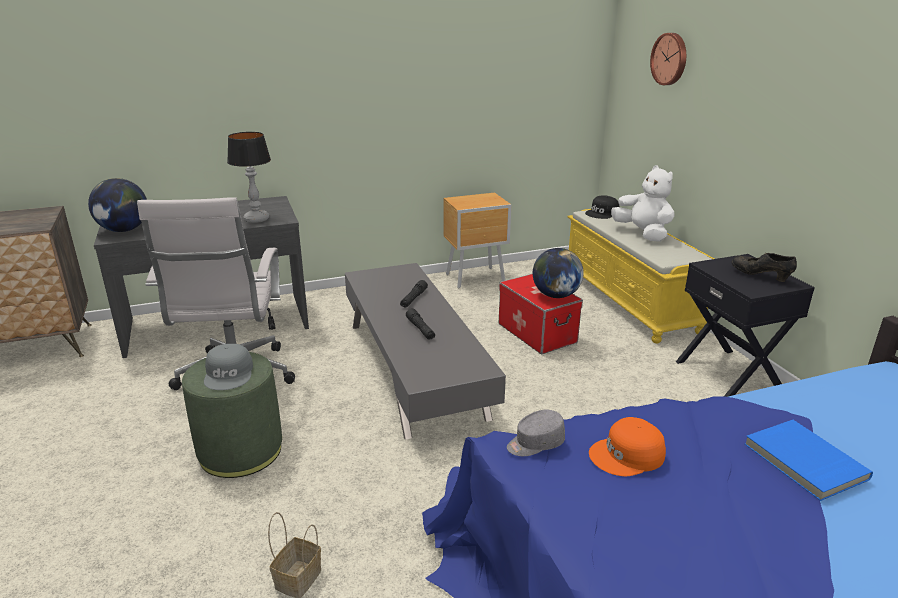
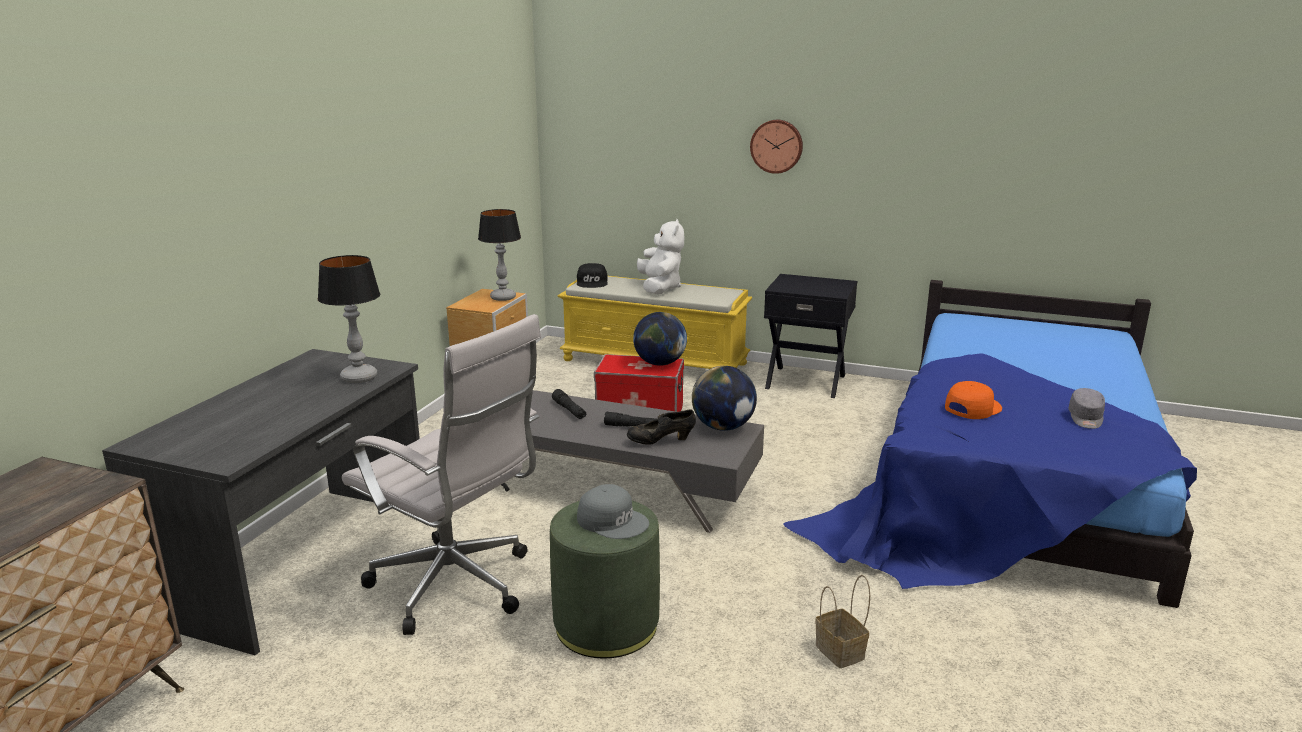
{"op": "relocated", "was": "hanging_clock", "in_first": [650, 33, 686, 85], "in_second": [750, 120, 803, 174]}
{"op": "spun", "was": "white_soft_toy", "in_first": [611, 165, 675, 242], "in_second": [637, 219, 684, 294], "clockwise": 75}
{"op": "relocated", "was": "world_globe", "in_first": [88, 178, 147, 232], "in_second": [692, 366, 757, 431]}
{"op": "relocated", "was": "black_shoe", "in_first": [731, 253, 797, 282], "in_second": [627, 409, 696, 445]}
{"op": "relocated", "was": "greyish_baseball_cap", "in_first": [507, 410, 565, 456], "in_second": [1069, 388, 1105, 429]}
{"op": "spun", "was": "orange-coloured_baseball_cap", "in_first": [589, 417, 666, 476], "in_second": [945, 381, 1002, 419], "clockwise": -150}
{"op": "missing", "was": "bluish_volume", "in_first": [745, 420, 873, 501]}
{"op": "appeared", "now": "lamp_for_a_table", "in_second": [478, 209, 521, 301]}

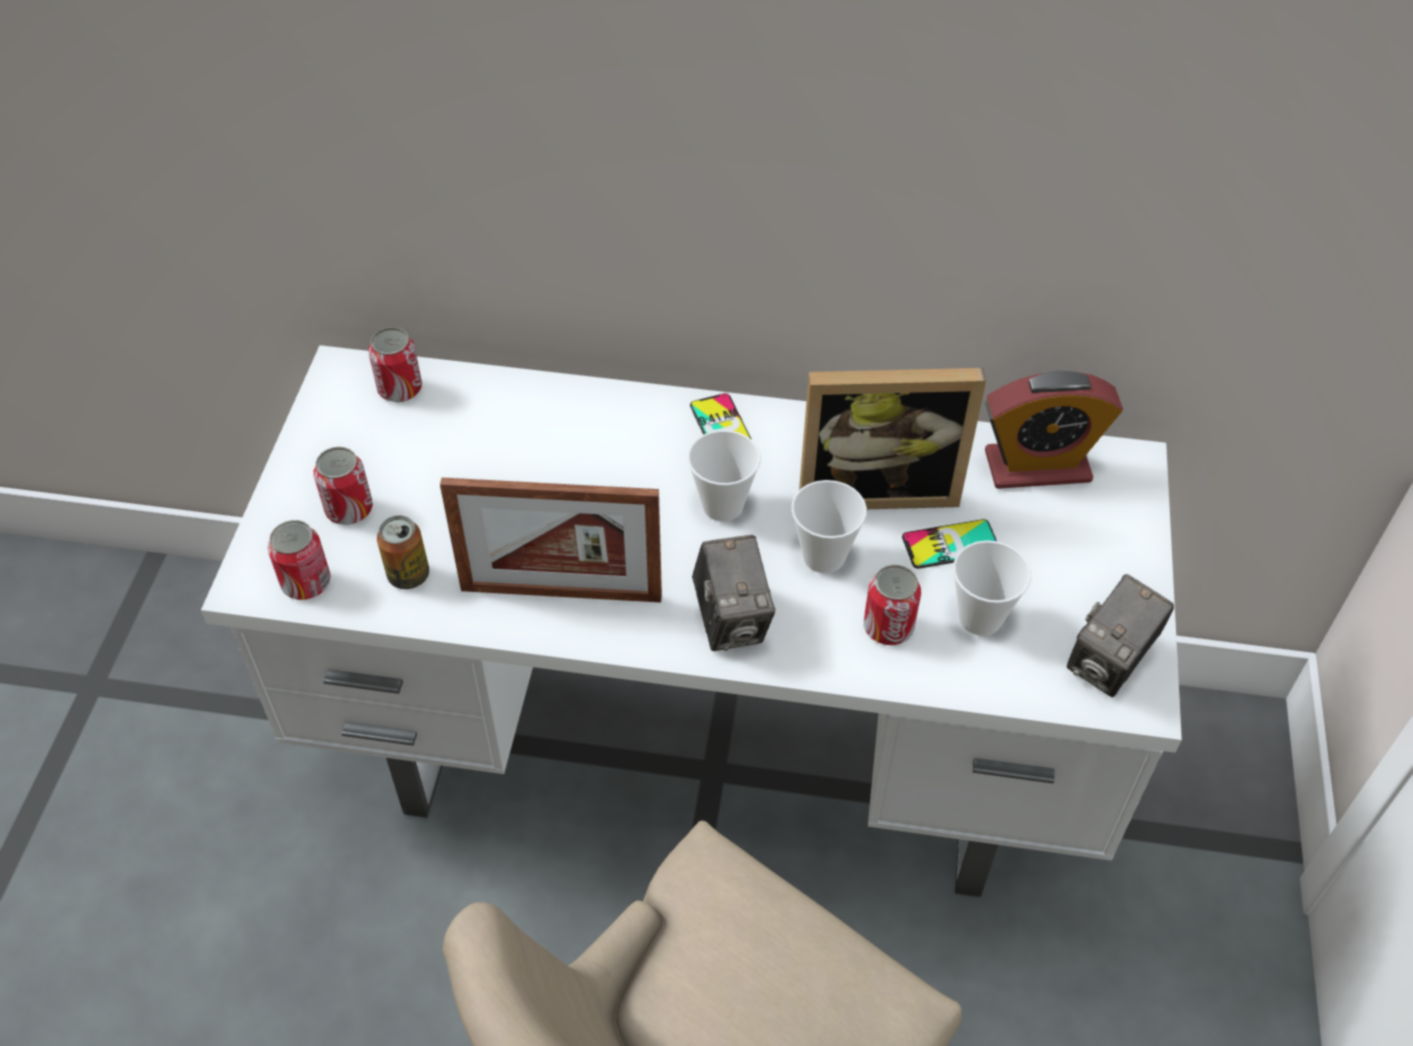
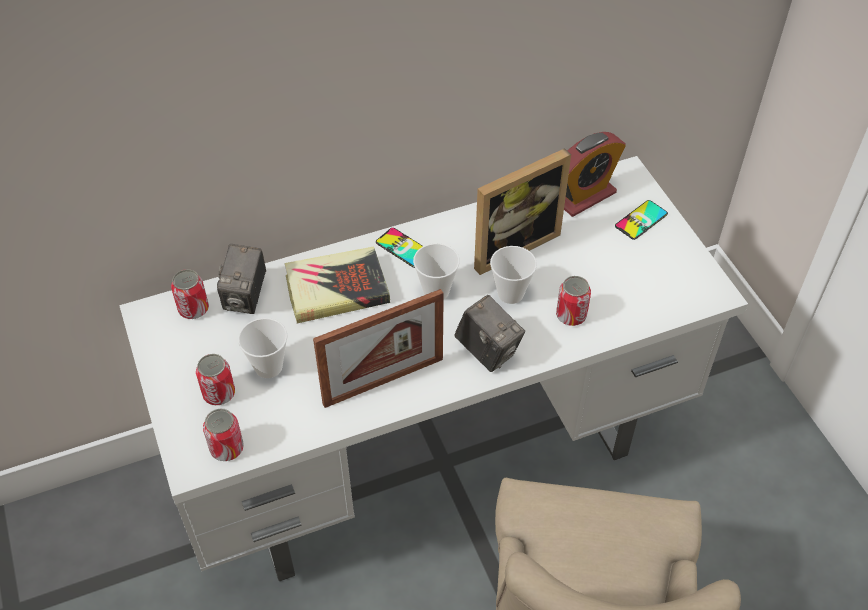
{"op": "missing", "was": "metal_can", "in_first": [377, 516, 429, 589]}
{"op": "relocated", "was": "phone", "in_first": [902, 519, 997, 569], "in_second": [615, 200, 668, 240]}
{"op": "relocated", "was": "cup", "in_first": [953, 540, 1031, 636], "in_second": [238, 318, 288, 378]}
{"op": "relocated", "was": "still_camera", "in_first": [1067, 574, 1174, 697], "in_second": [217, 244, 266, 314]}
{"op": "appeared", "now": "volume", "in_second": [284, 247, 390, 323]}

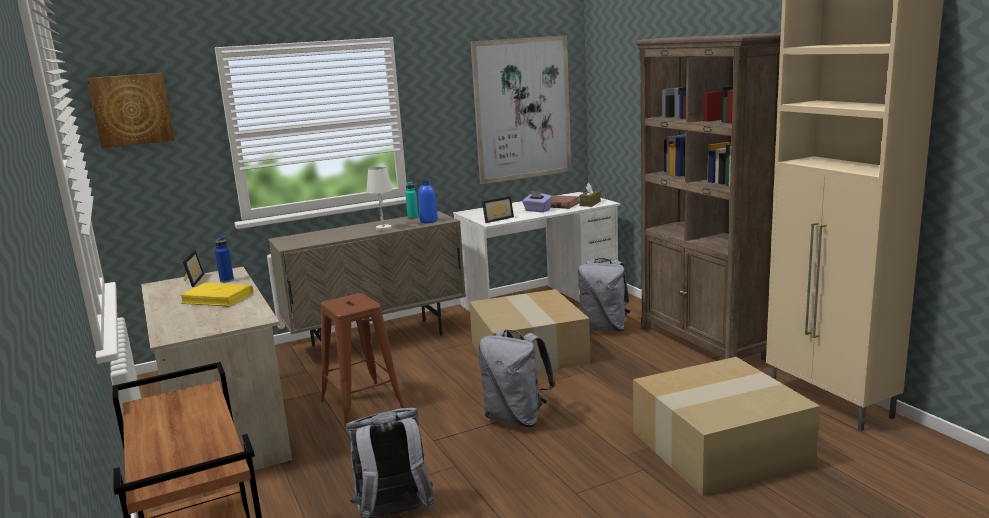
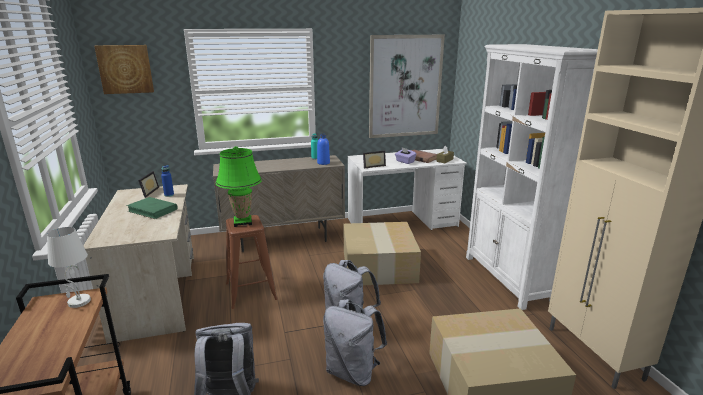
{"op": "colour", "was": "brownish_shelving_unit", "now": "white_shelving_unit", "in_first": [635, 33, 781, 361], "in_second": [466, 44, 598, 310]}
{"op": "relocated", "was": "white_lamp_for_a_table", "in_first": [367, 167, 393, 231], "in_second": [47, 227, 91, 308]}
{"op": "relocated", "was": "greyish_backpack", "in_first": [578, 258, 630, 332], "in_second": [323, 299, 387, 386]}
{"op": "colour", "was": "yellow-coloured_volume", "now": "greenish_volume", "in_first": [179, 283, 253, 307], "in_second": [127, 197, 178, 219]}
{"op": "appeared", "now": "greenish_lamp_for_a_table", "in_second": [216, 146, 262, 227]}

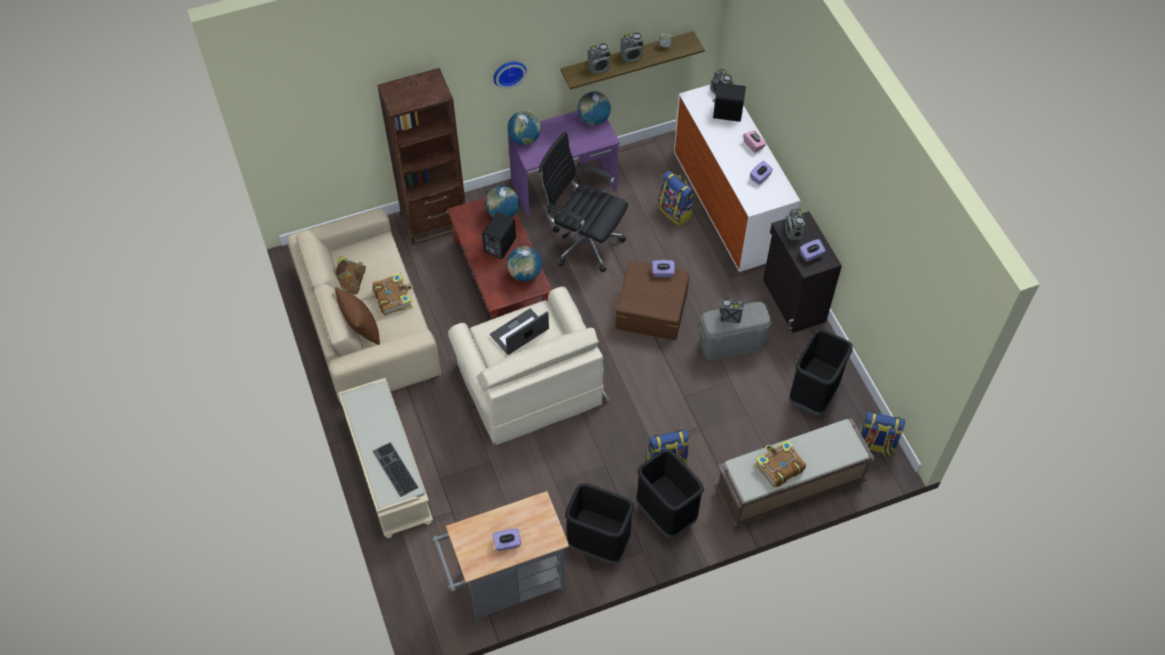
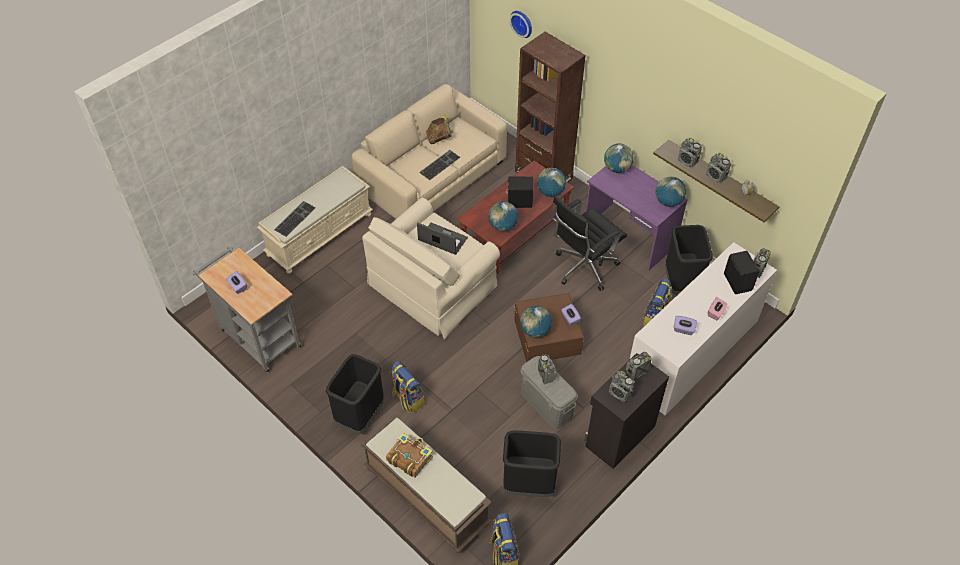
{"op": "relocated", "was": "hanging_clock", "in_first": [493, 61, 527, 89], "in_second": [509, 11, 532, 38]}
{"op": "spun", "was": "black_computer_chair", "in_first": [539, 132, 628, 273], "in_second": [553, 195, 627, 291], "clockwise": -135}
{"op": "exchanged", "was": "purple-coloured_tissue_holder", "now": "radio_set", "in_first": [800, 239, 826, 262], "in_second": [609, 371, 635, 402]}
{"op": "exchanged", "was": "volume", "now": "keyboard", "in_first": [372, 273, 413, 315], "in_second": [419, 150, 460, 180]}
{"op": "missing", "was": "brownish_cushion", "in_first": [335, 287, 380, 345]}
{"op": "relocated", "was": "black_waste_bin", "in_first": [565, 483, 634, 564], "in_second": [665, 225, 713, 295]}
{"op": "appeared", "now": "world_globe", "in_second": [520, 306, 552, 338]}

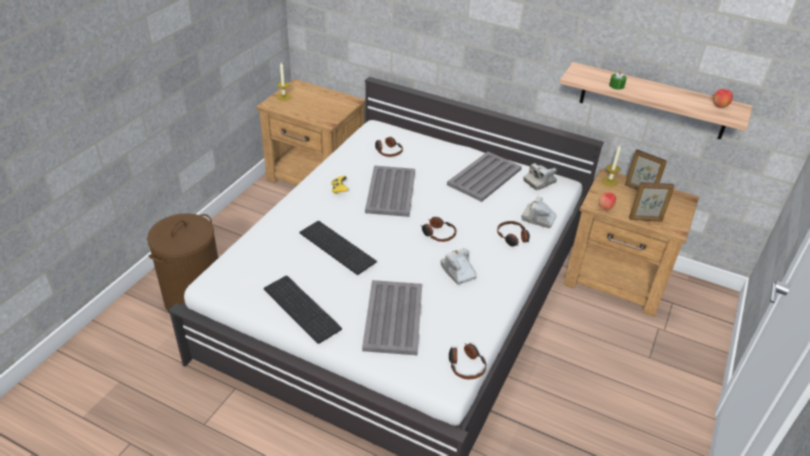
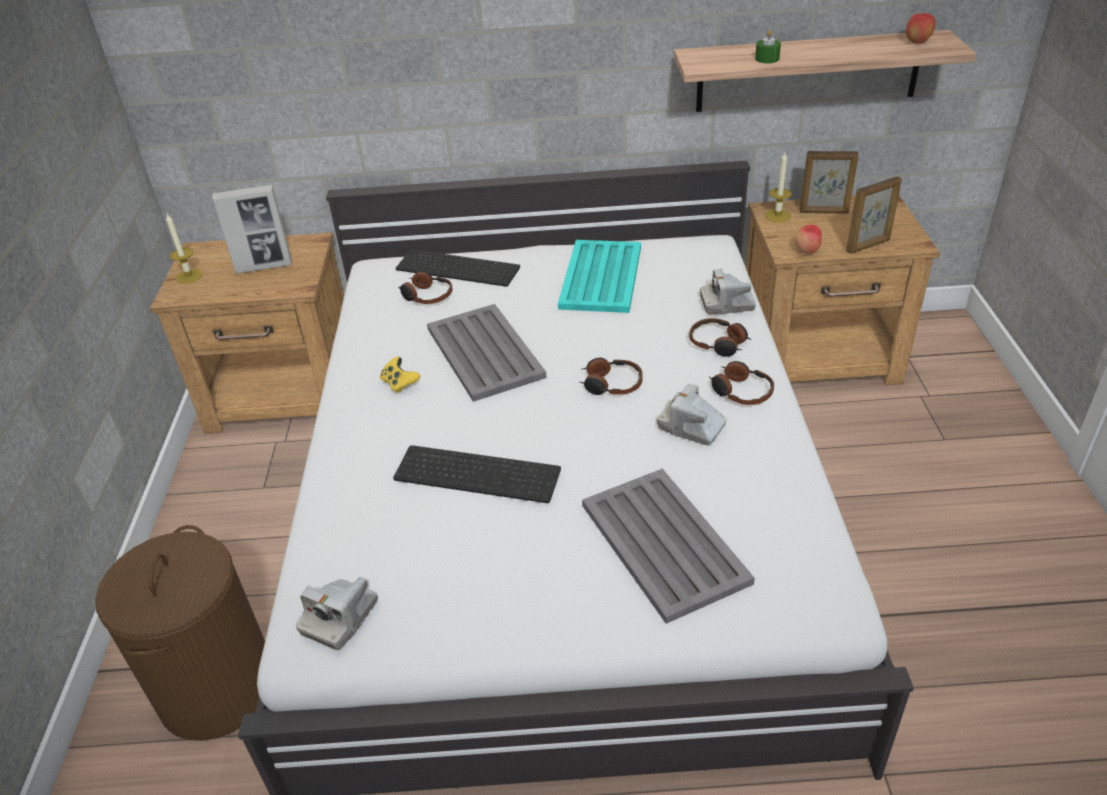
{"op": "colour", "was": "greyish_carrying_tray", "now": "blue-green_carrying_tray", "in_first": [447, 152, 522, 202], "in_second": [558, 240, 641, 313]}
{"op": "relocated", "was": "still_camera", "in_first": [523, 163, 557, 190], "in_second": [296, 577, 378, 650]}
{"op": "relocated", "was": "keyboard", "in_first": [264, 276, 342, 344], "in_second": [396, 250, 520, 287]}
{"op": "relocated", "was": "headset", "in_first": [449, 343, 487, 379], "in_second": [709, 361, 774, 405]}
{"op": "appeared", "now": "standing_frame", "in_second": [212, 185, 292, 274]}

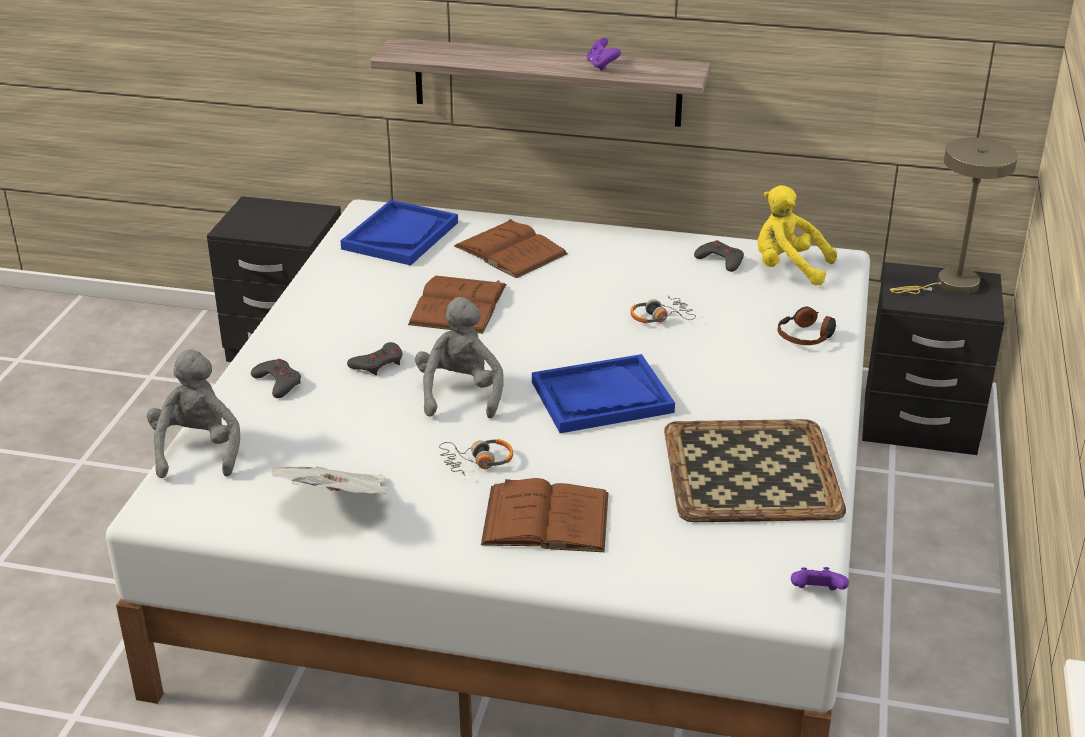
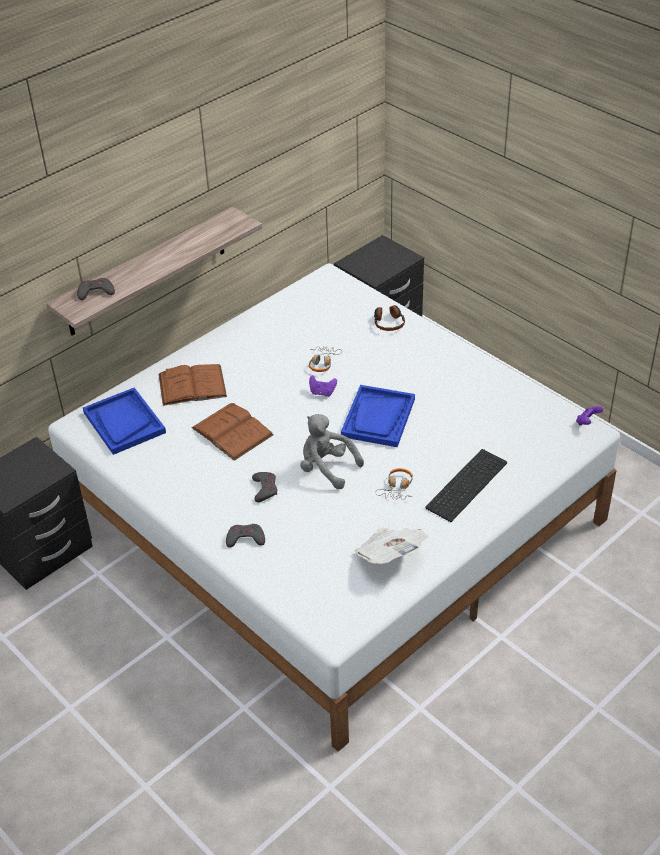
{"op": "relocated", "was": "purple-coloured_joypad", "in_first": [587, 38, 621, 71], "in_second": [309, 375, 337, 396]}
{"op": "missing", "was": "sand-coloured_lamp_for_a_table", "in_first": [890, 137, 1018, 294]}
{"op": "missing", "was": "yellow-coloured_soft_toy", "in_first": [757, 185, 837, 285]}
{"op": "relocated", "was": "greyish_joypad", "in_first": [694, 240, 744, 272], "in_second": [77, 278, 115, 300]}
{"op": "missing", "was": "greyish_soft_toy", "in_first": [147, 350, 240, 478]}
{"op": "missing", "was": "carrying_tray", "in_first": [664, 419, 846, 522]}
{"op": "exchanged", "was": "brownish_volume", "now": "keyboard", "in_first": [481, 478, 609, 552], "in_second": [425, 449, 507, 522]}

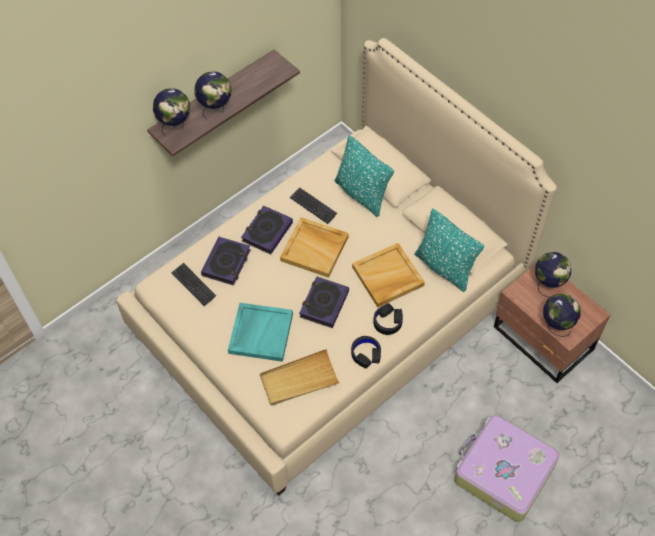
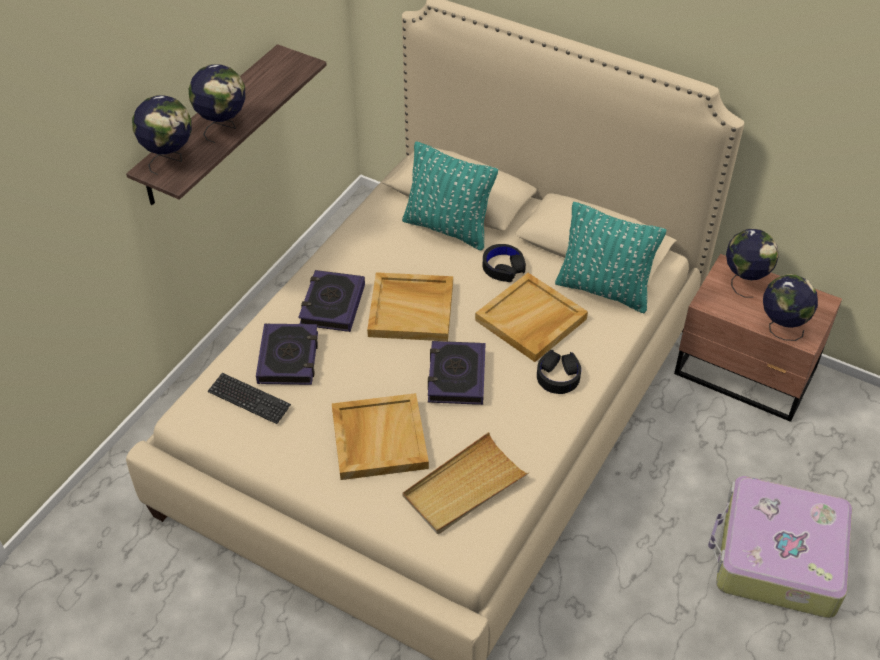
{"op": "missing", "was": "keyboard", "in_first": [290, 187, 338, 224]}
{"op": "colour", "was": "blue-green_carrying_tray", "now": "sand-coloured_carrying_tray", "in_first": [228, 303, 293, 362], "in_second": [331, 393, 429, 480]}
{"op": "relocated", "was": "black_headset", "in_first": [351, 336, 381, 369], "in_second": [483, 244, 526, 282]}

